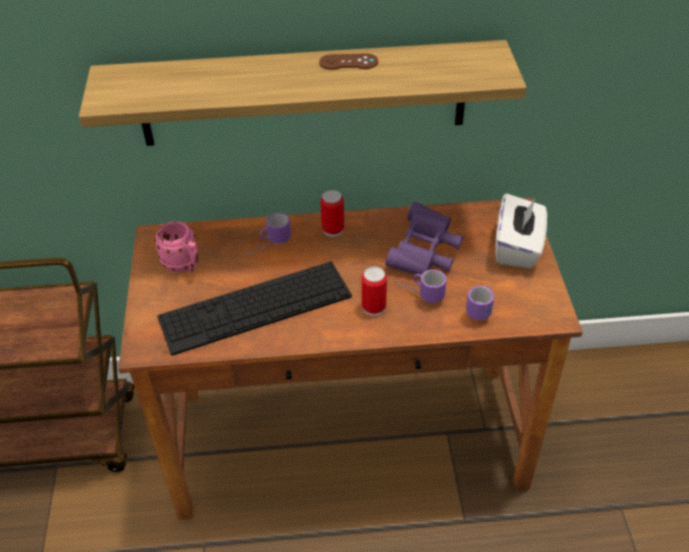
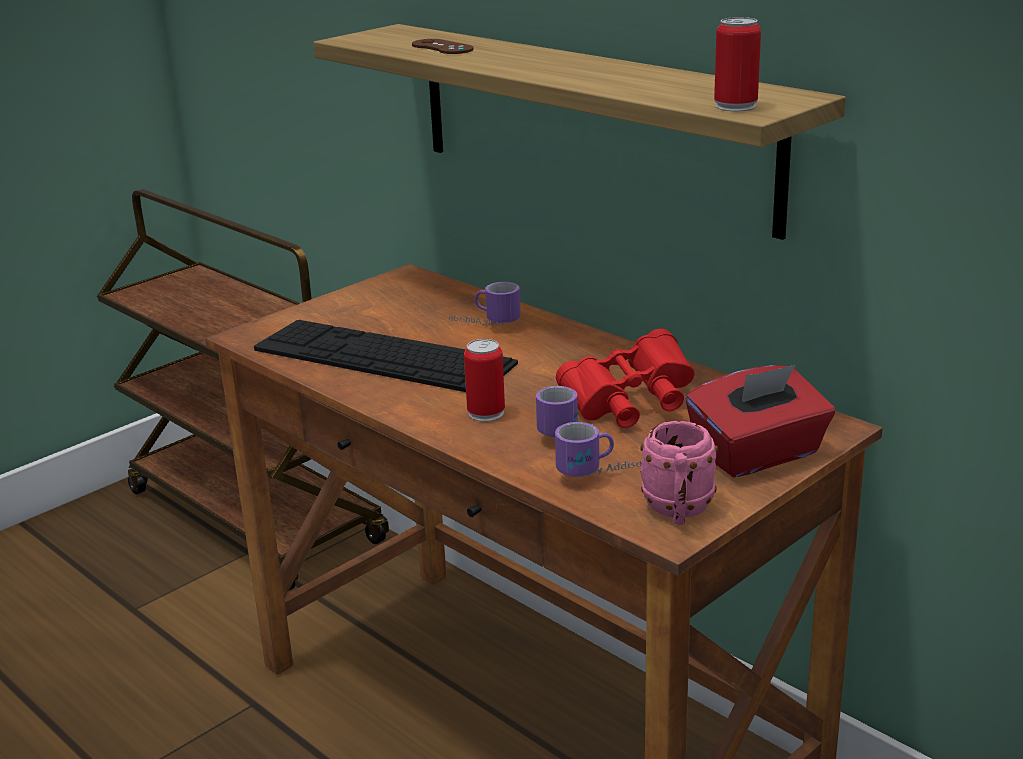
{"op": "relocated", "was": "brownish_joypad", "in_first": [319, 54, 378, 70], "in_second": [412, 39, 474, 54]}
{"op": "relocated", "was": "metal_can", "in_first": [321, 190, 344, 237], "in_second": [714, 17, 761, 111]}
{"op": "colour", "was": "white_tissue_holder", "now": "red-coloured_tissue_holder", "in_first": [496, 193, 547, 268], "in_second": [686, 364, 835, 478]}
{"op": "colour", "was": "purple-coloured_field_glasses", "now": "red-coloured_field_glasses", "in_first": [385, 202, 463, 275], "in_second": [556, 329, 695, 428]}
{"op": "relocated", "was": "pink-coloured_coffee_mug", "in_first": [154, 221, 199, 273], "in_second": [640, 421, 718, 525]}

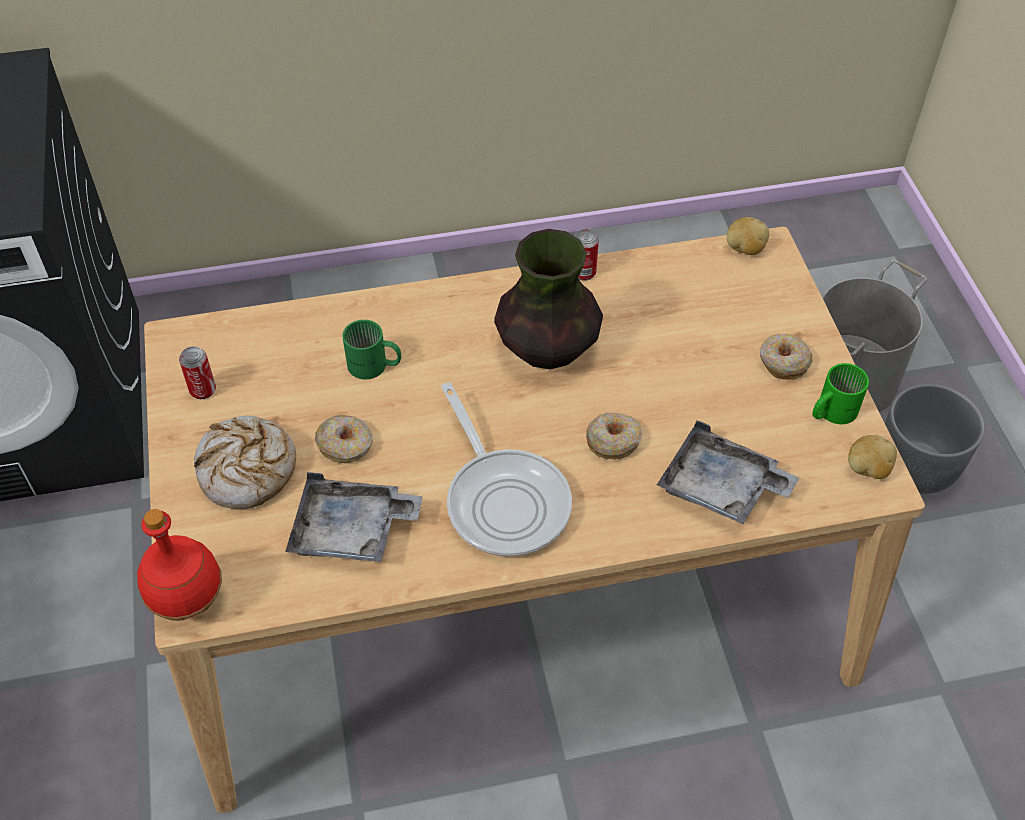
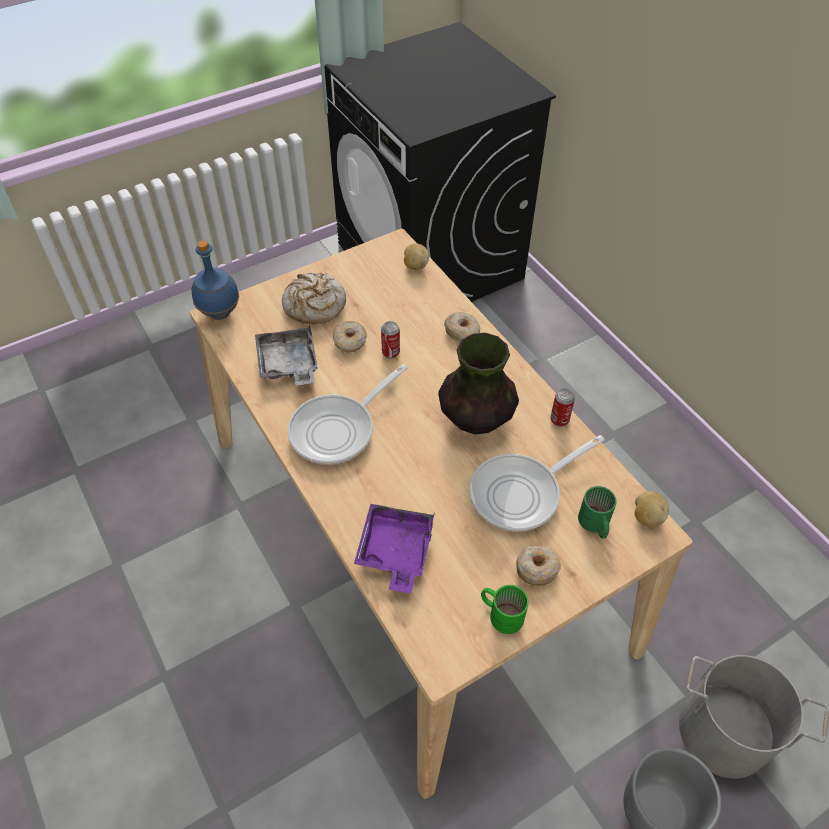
{"op": "relocated", "was": "greenish_coffee_mug", "in_first": [342, 320, 401, 380], "in_second": [578, 486, 617, 539]}
{"op": "relocated", "was": "metal_can", "in_first": [179, 346, 216, 399], "in_second": [381, 321, 400, 358]}
{"op": "relocated", "was": "doughnut", "in_first": [586, 413, 642, 460], "in_second": [444, 312, 480, 342]}
{"op": "colour", "was": "greyish_carrying_tray", "now": "purple-coloured_carrying_tray", "in_first": [657, 420, 799, 524], "in_second": [354, 504, 435, 593]}
{"op": "relocated", "was": "potato", "in_first": [848, 435, 897, 479], "in_second": [404, 243, 429, 270]}
{"op": "colour", "was": "red-coloured_beverage_bottle", "now": "bluish_beverage_bottle", "in_first": [137, 509, 222, 621], "in_second": [192, 240, 239, 320]}
{"op": "appeared", "now": "skillet", "in_second": [470, 435, 605, 532]}

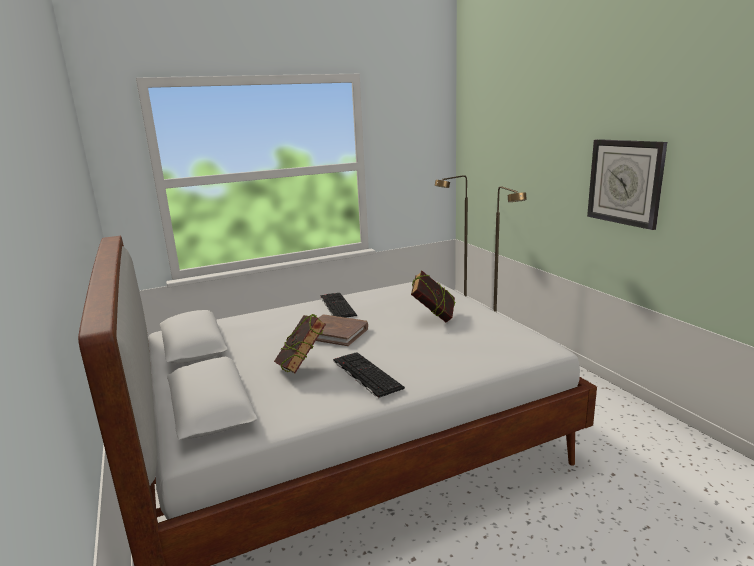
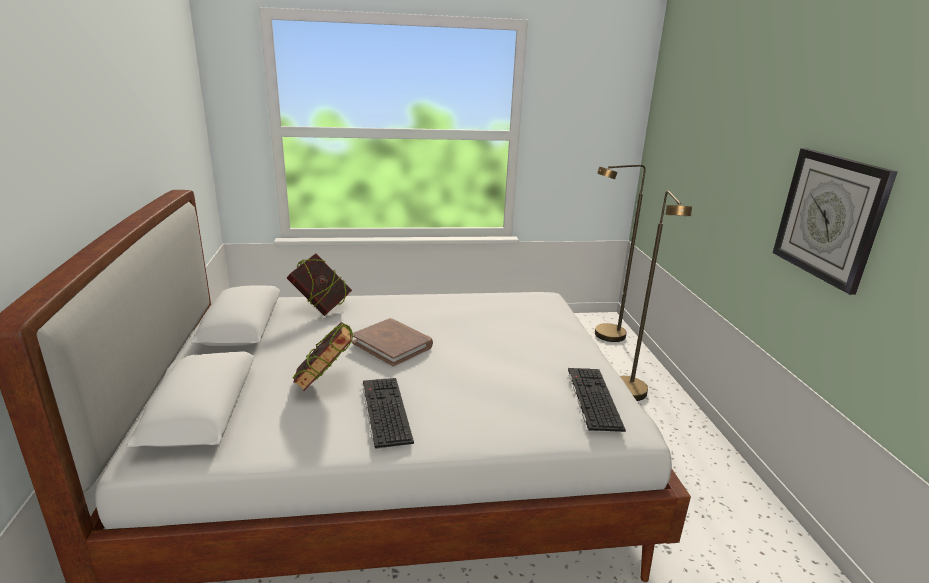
{"op": "relocated", "was": "volume", "in_first": [411, 270, 455, 322], "in_second": [287, 253, 352, 316]}
{"op": "relocated", "was": "keyboard", "in_first": [321, 293, 357, 318], "in_second": [568, 368, 626, 432]}

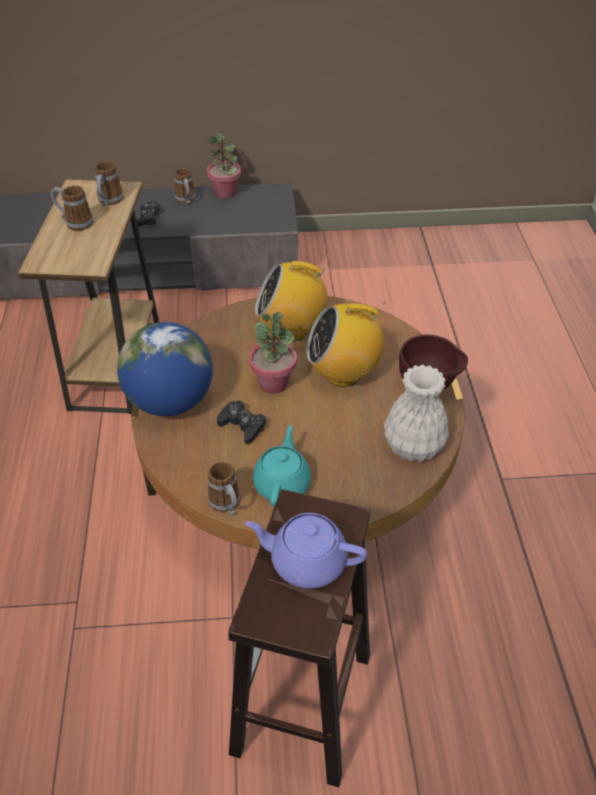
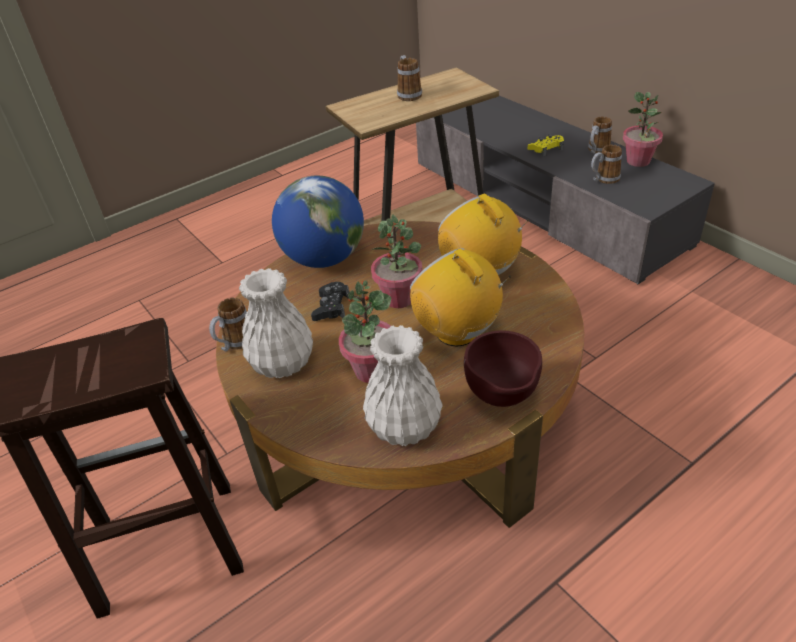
{"op": "relocated", "was": "coffee_mug", "in_first": [95, 161, 124, 206], "in_second": [591, 144, 622, 184]}
{"op": "colour", "was": "black_joypad", "now": "yellow-coloured_joypad", "in_first": [137, 202, 162, 227], "in_second": [528, 134, 564, 157]}
{"op": "exchanged", "was": "blue-green_teapot", "now": "white_decorative_vase", "in_first": [253, 425, 311, 507], "in_second": [239, 268, 313, 378]}
{"op": "missing", "was": "purple-coloured_teapot", "in_first": [245, 513, 367, 589]}
{"op": "appeared", "now": "potted_plant", "in_second": [339, 280, 391, 383]}

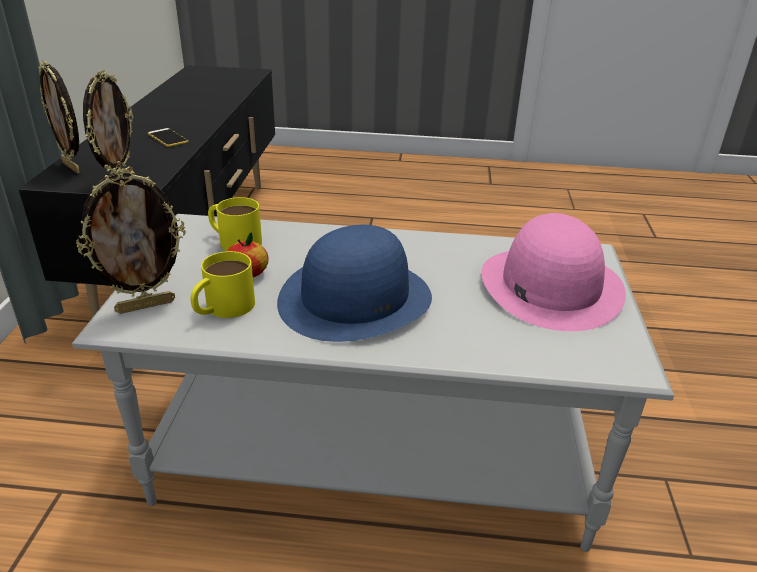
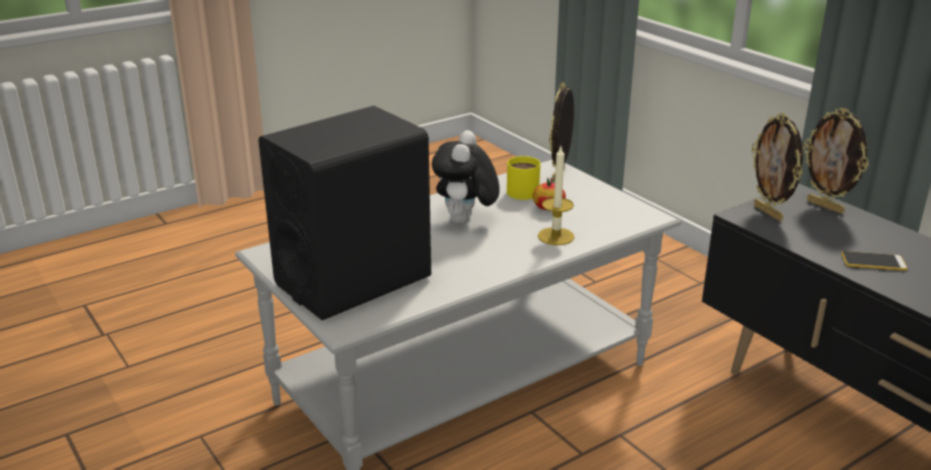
{"op": "spun", "was": "standing_frame", "in_first": [38, 61, 80, 174], "in_second": [803, 108, 869, 213], "clockwise": -135}
{"op": "missing", "was": "yellow-coloured_coffee_mug", "in_first": [208, 197, 262, 251]}
{"op": "exchanged", "was": "pink-coloured_clothing_hat", "now": "black_loudspeaker", "in_first": [481, 213, 626, 331], "in_second": [258, 106, 431, 320]}
{"op": "exchanged", "was": "bluish_clothing_hat", "now": "soft_toy", "in_first": [277, 225, 432, 342], "in_second": [432, 130, 500, 223]}
{"op": "appeared", "now": "wax_light", "in_second": [538, 147, 575, 245]}

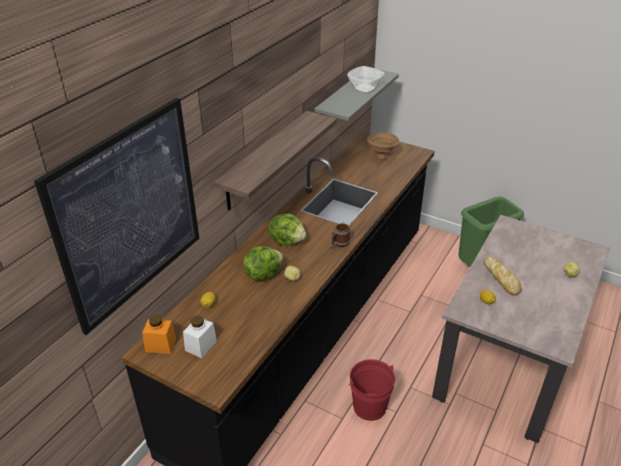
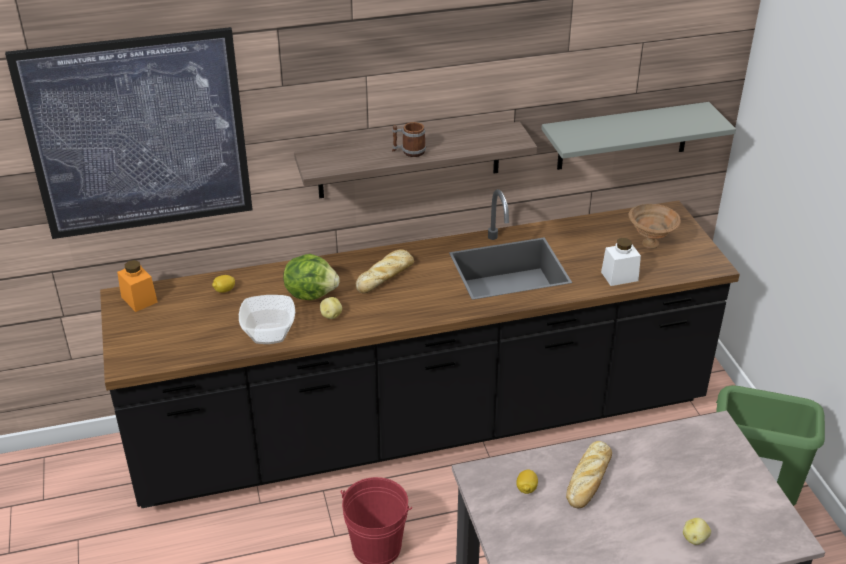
{"op": "relocated", "was": "bowl", "in_first": [347, 66, 384, 93], "in_second": [239, 295, 295, 344]}
{"op": "exchanged", "was": "lettuce_head", "now": "bakery_bread", "in_first": [269, 213, 306, 245], "in_second": [356, 249, 414, 294]}
{"op": "relocated", "was": "coffee_mug", "in_first": [331, 223, 350, 249], "in_second": [392, 122, 426, 157]}
{"op": "relocated", "was": "white_preserve_jar", "in_first": [183, 316, 217, 358], "in_second": [601, 238, 641, 286]}

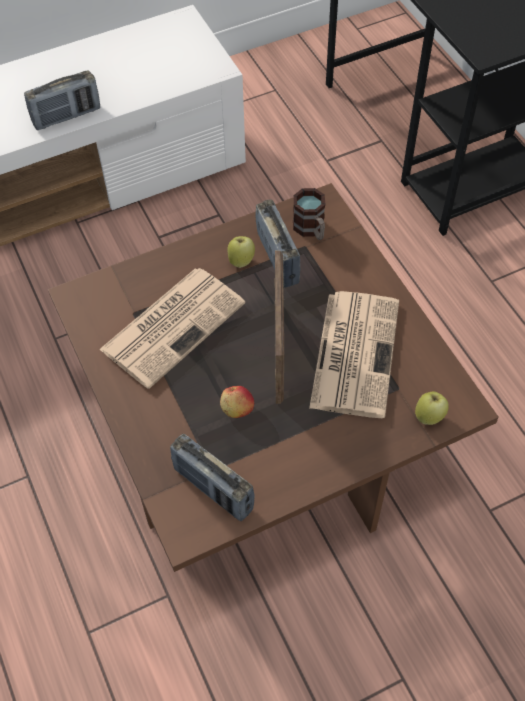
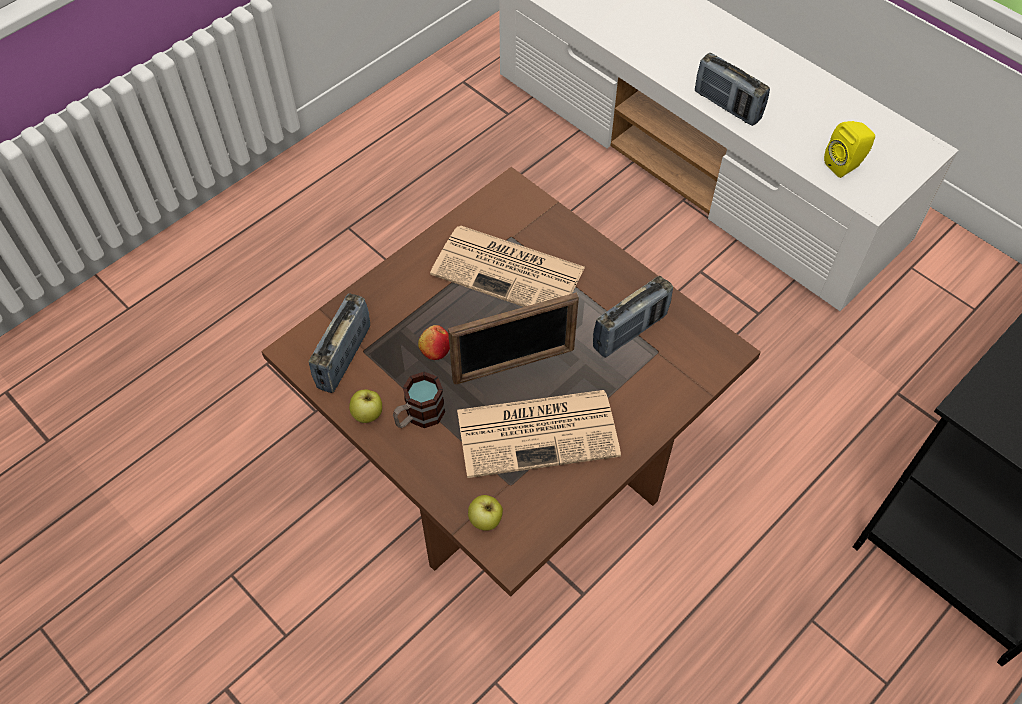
{"op": "relocated", "was": "coffee_mug", "in_first": [293, 188, 325, 240], "in_second": [393, 372, 445, 428]}
{"op": "relocated", "was": "apple_fruit", "in_first": [227, 236, 255, 268], "in_second": [349, 389, 382, 423]}
{"op": "appeared", "now": "yellow-coloured_loudspeaker", "in_second": [824, 121, 875, 178]}

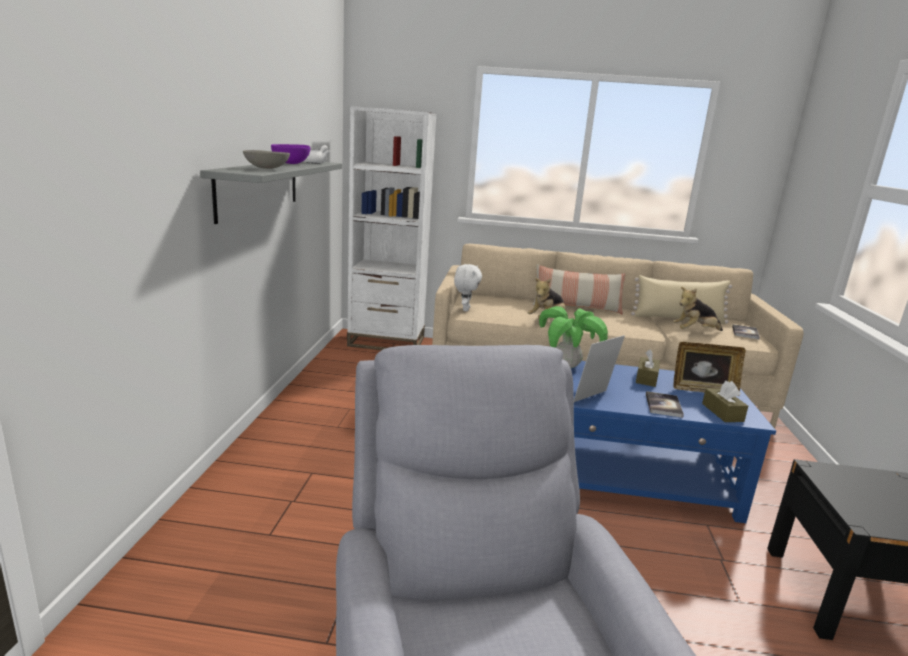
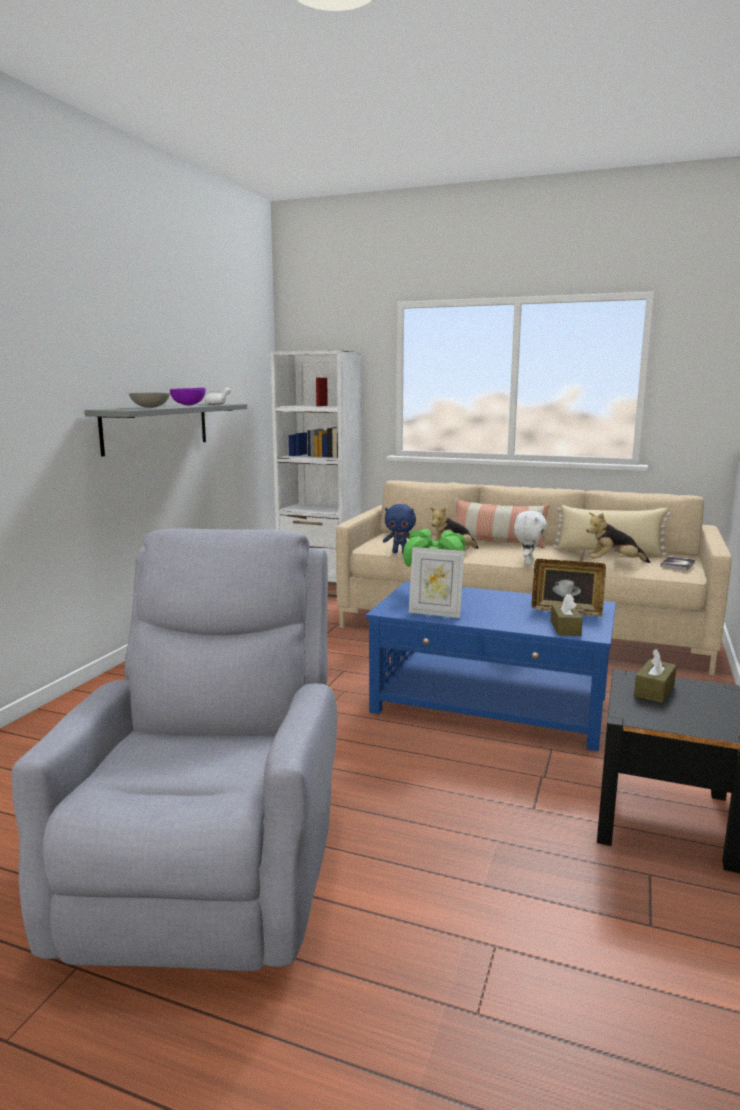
{"op": "relocated", "was": "white_soft_toy", "in_first": [454, 264, 482, 311], "in_second": [514, 511, 547, 564]}
{"op": "spun", "was": "standing_frame", "in_first": [574, 335, 625, 402], "in_second": [409, 547, 465, 618], "clockwise": -135}
{"op": "relocated", "was": "brownish_tissue_holder", "in_first": [636, 350, 660, 387], "in_second": [634, 649, 677, 703]}
{"op": "missing", "was": "volume", "in_first": [646, 391, 684, 418]}
{"op": "appeared", "now": "bluish_soft_toy", "in_second": [383, 504, 416, 553]}

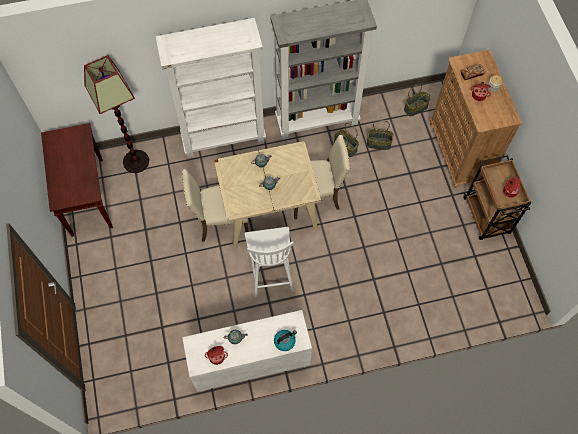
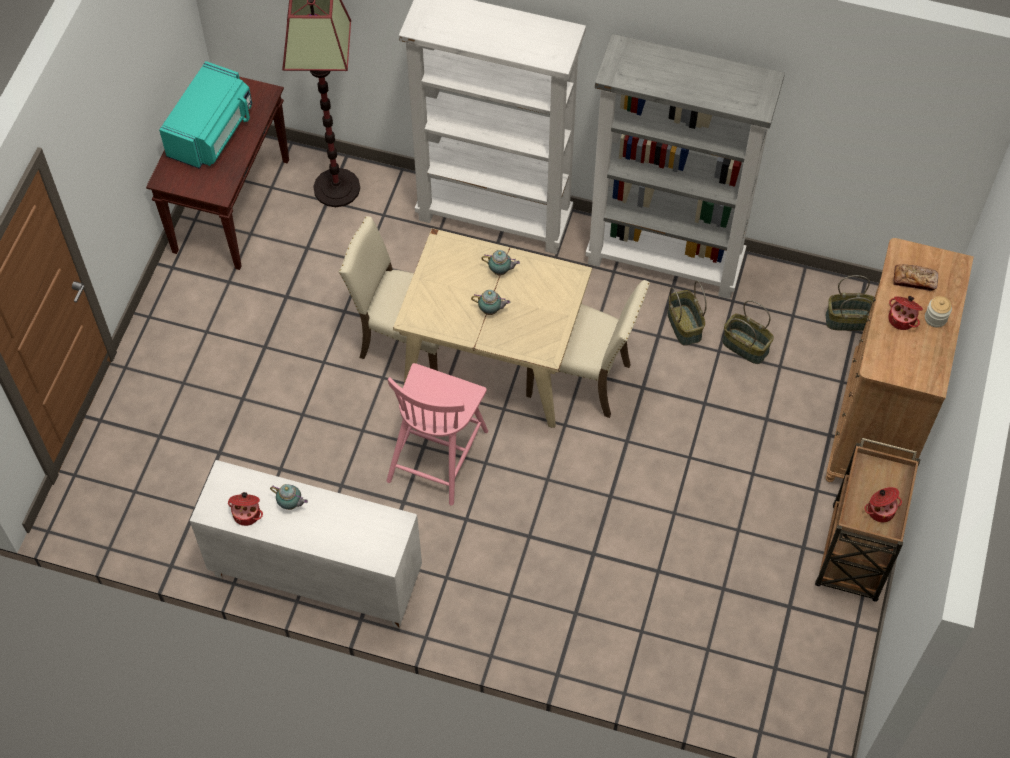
{"op": "colour", "was": "white_upright_chair", "now": "pink-coloured_upright_chair", "in_first": [245, 227, 294, 297], "in_second": [387, 363, 488, 506]}
{"op": "missing", "was": "tea_kettle", "in_first": [274, 330, 297, 351]}
{"op": "appeared", "now": "blue-green_microwave_oven", "in_second": [159, 61, 252, 169]}

